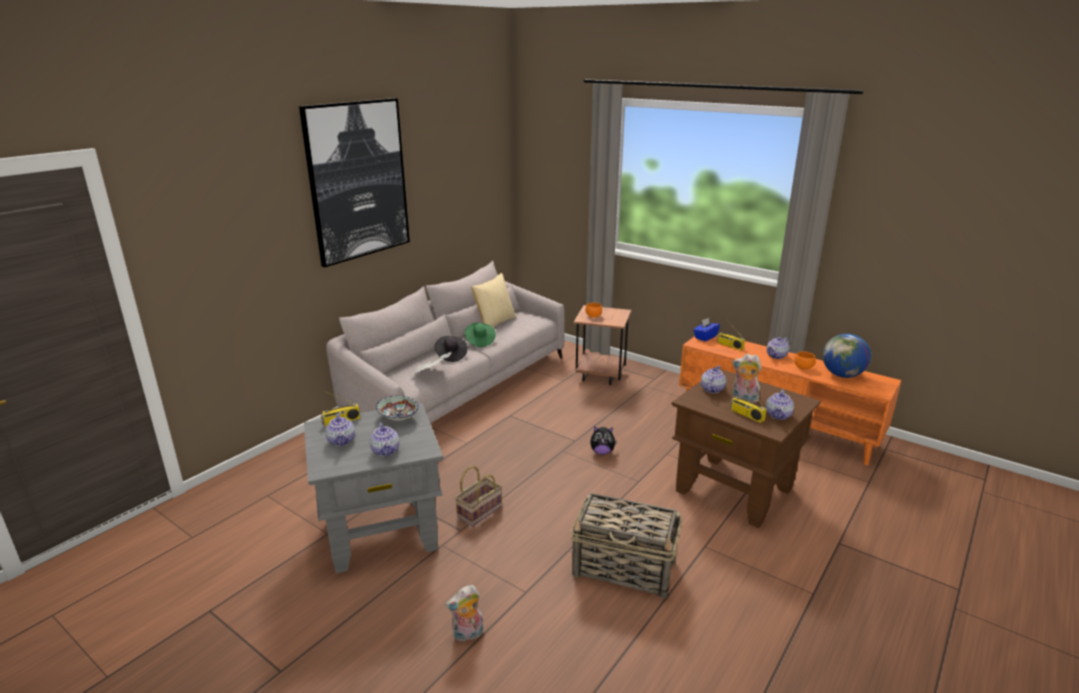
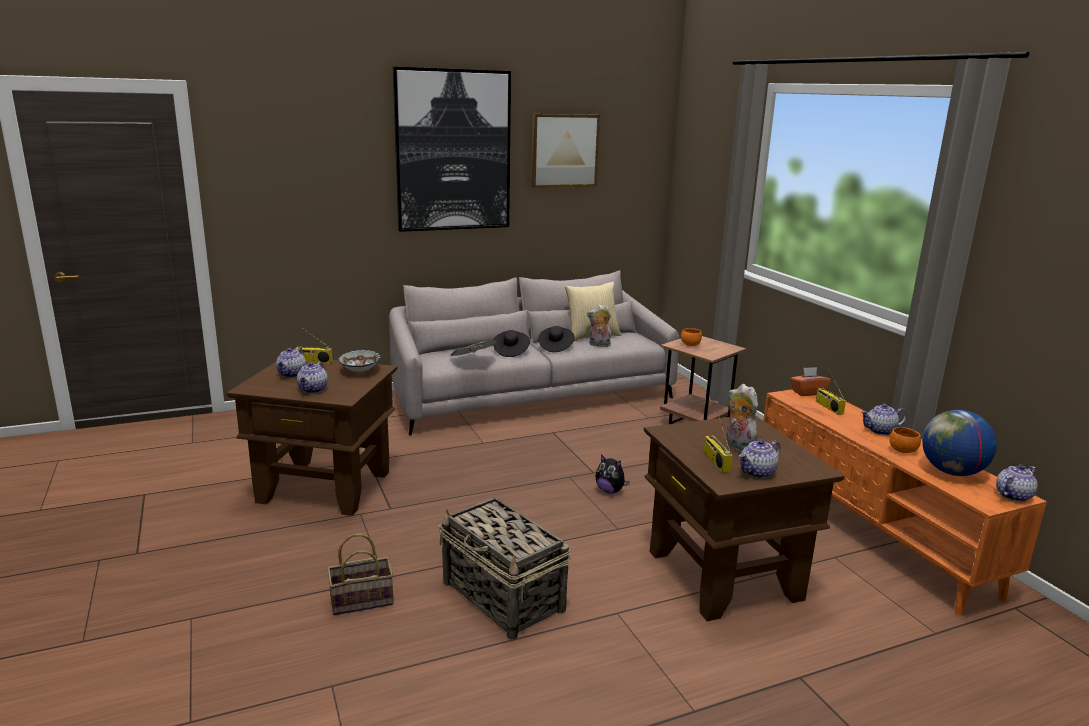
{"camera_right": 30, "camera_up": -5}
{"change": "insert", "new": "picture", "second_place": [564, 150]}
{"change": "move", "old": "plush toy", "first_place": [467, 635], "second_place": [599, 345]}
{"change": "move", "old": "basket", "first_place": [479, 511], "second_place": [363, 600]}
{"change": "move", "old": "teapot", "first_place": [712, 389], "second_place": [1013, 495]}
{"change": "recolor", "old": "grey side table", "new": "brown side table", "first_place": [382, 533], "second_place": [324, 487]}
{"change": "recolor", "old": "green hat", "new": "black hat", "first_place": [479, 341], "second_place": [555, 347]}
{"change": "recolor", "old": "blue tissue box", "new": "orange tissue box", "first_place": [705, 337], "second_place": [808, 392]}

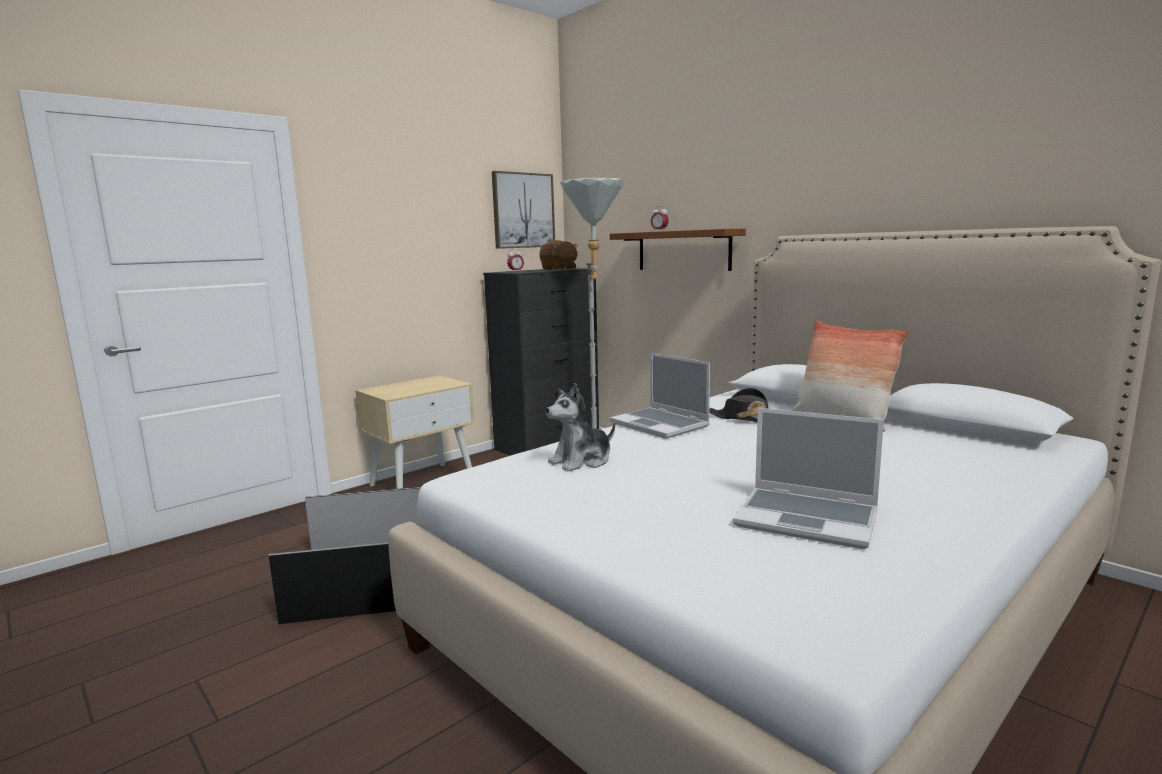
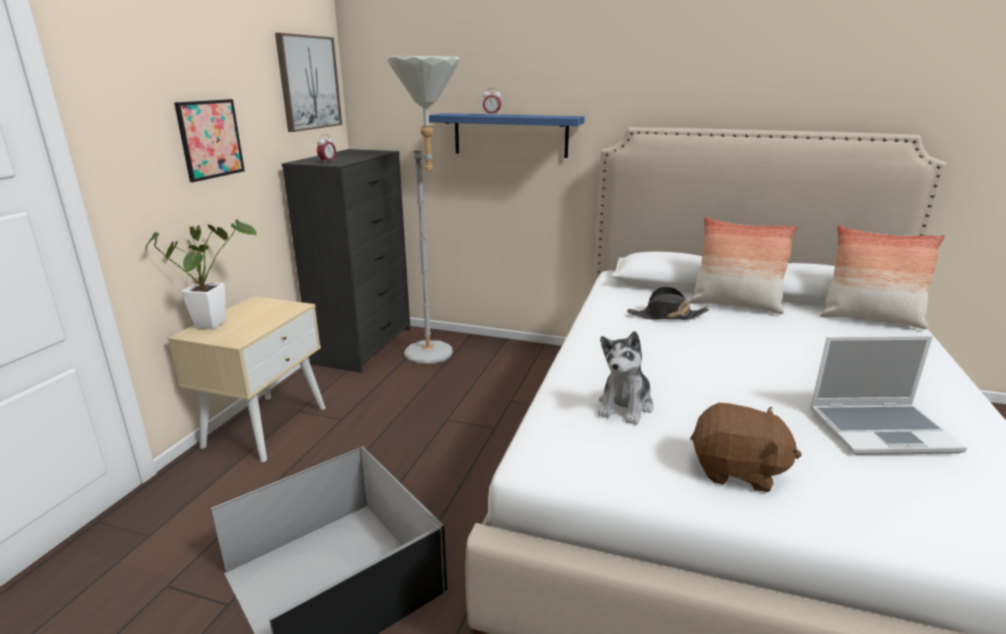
{"camera_right": -30, "camera_up": 10}
{"change": "delete", "old": "laptop", "first_place": [661, 425]}
{"change": "insert", "new": "potted plant", "second_place": [215, 323]}
{"change": "insert", "new": "picture", "second_place": [210, 139]}
{"change": "insert", "new": "pillow", "second_place": [870, 319]}
{"change": "move", "old": "brown plush toy", "first_place": [559, 269], "second_place": [737, 471]}
{"change": "recolor", "old": "brown shelf", "new": "blue shelf", "first_place": [683, 250], "second_place": [510, 135]}

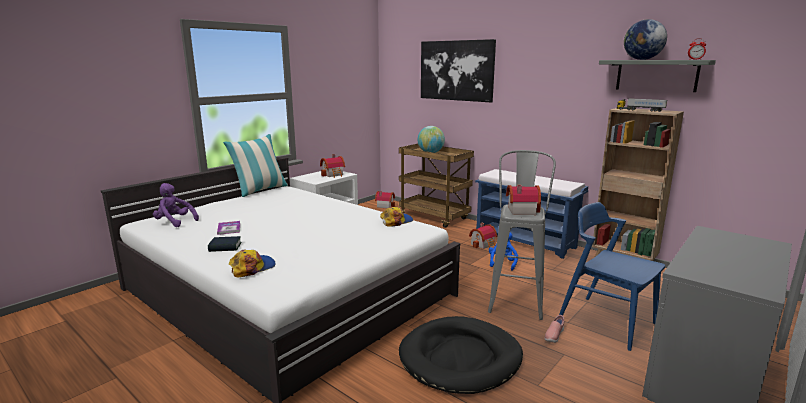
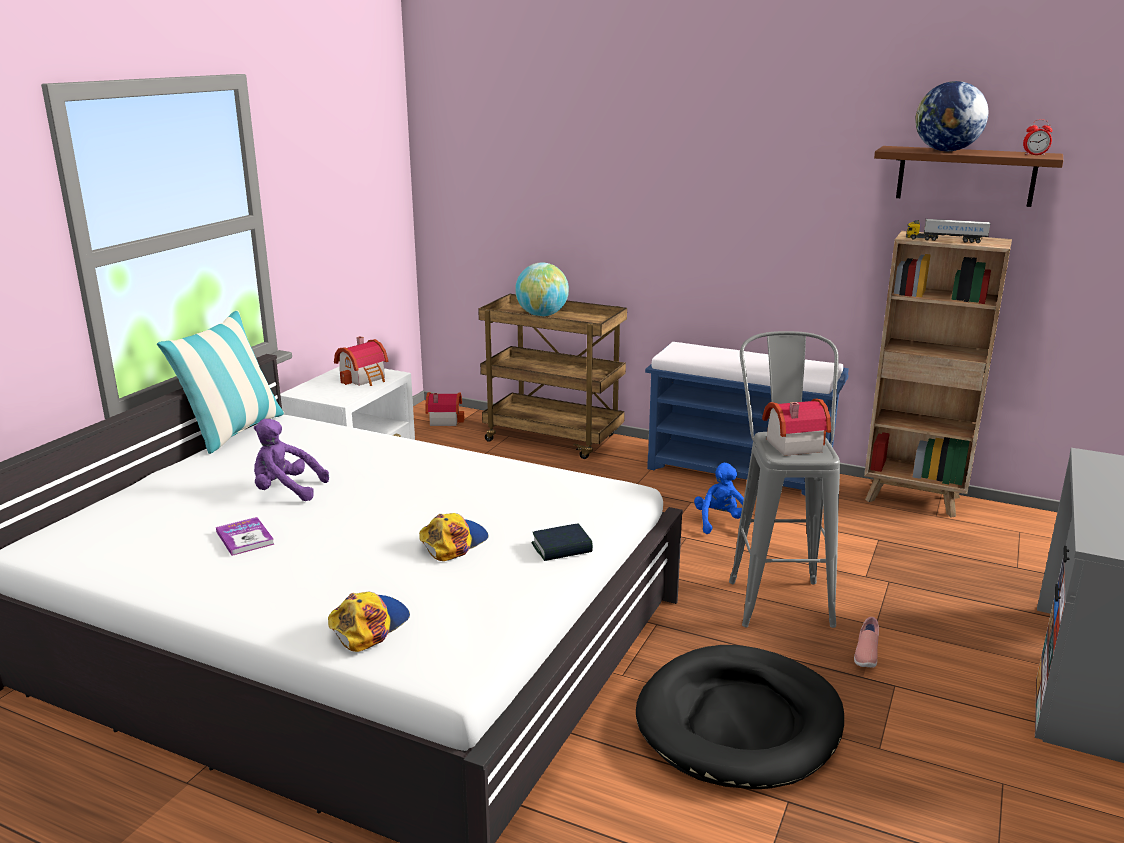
{"camera_right": -15, "camera_up": 5}
{"change": "delete", "old": "picture", "first_place": [456, 70]}
{"change": "delete", "old": "toy house", "first_place": [484, 244]}
{"change": "delete", "old": "blue chair", "first_place": [606, 322]}
{"change": "move", "old": "purple plush toy", "first_place": [174, 222], "second_place": [286, 491]}
{"change": "move", "old": "book", "first_place": [225, 247], "second_place": [562, 548]}
{"change": "move", "old": "cap", "first_place": [396, 221], "second_place": [453, 542]}
{"change": "recolor", "old": "grey shelf", "new": "brown shelf", "first_place": [656, 75], "second_place": [965, 176]}

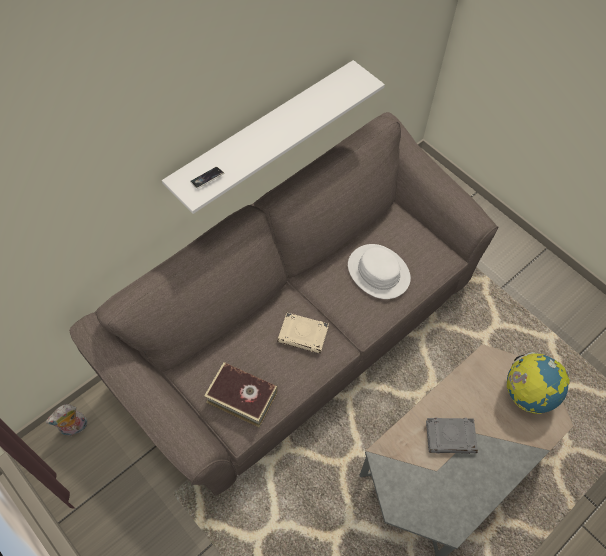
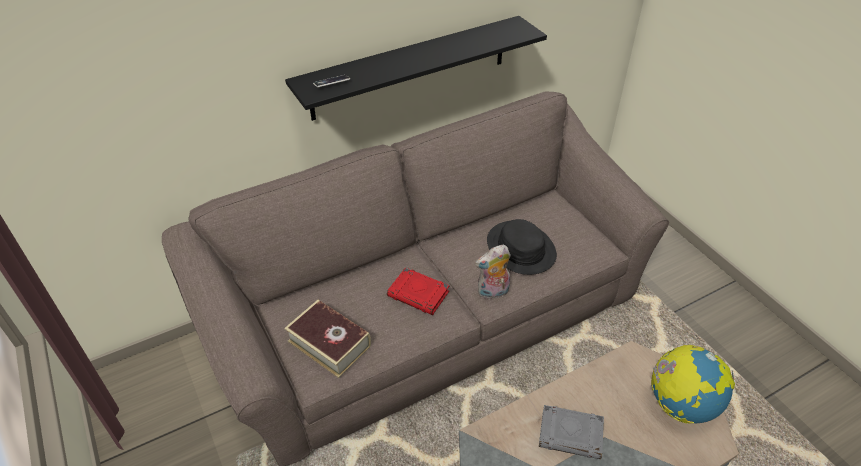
{"camera_right": 15, "camera_up": -15}
{"change": "move", "old": "plush toy", "first_place": [74, 428], "second_place": [492, 293]}
{"change": "recolor", "old": "white shelf", "new": "black shelf", "first_place": [264, 132], "second_place": [410, 68]}
{"change": "recolor", "old": "beige book", "new": "red book", "first_place": [303, 335], "second_place": [419, 294]}
{"change": "recolor", "old": "white hat", "new": "black hat", "first_place": [378, 272], "second_place": [520, 248]}

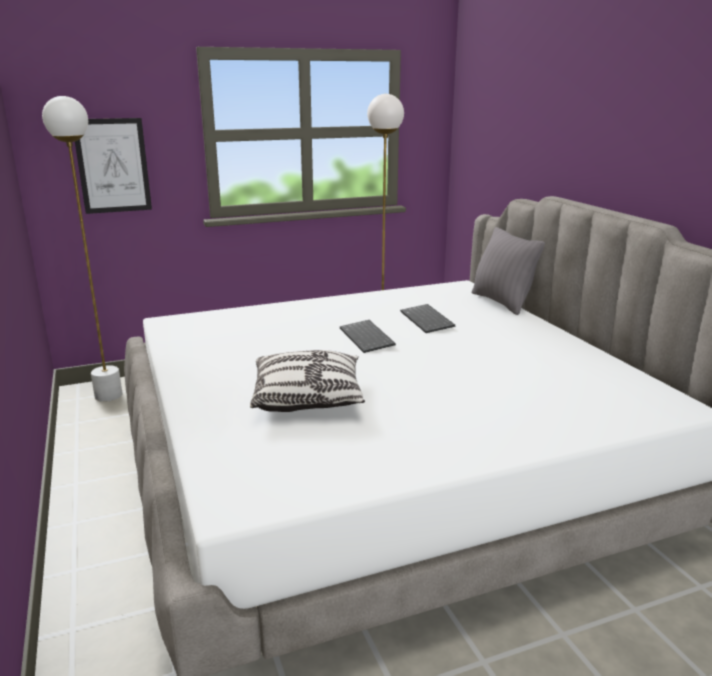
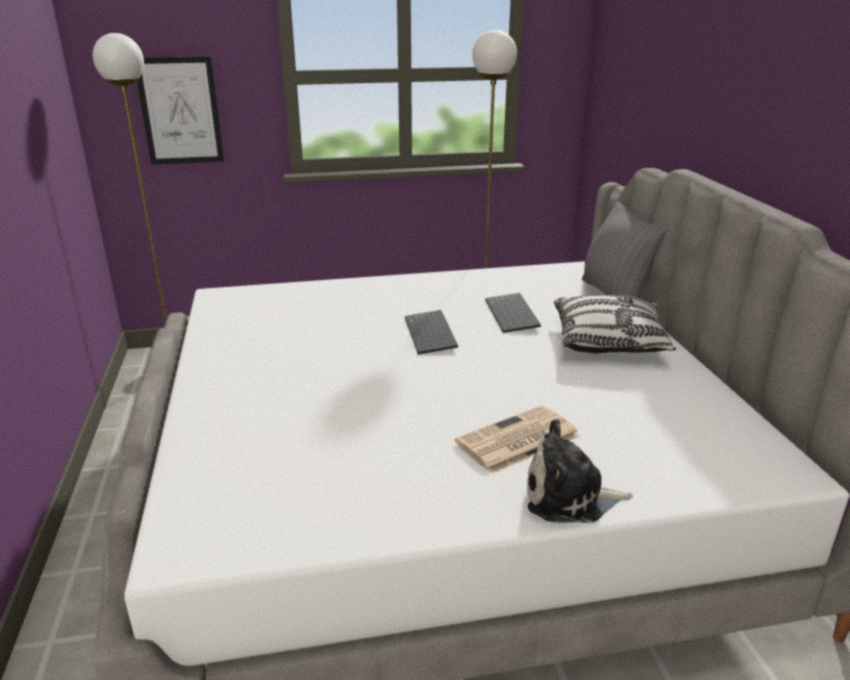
{"camera_right": 10, "camera_up": 5}
{"change": "insert", "new": "newspaper", "second_place": [517, 440]}
{"change": "insert", "new": "plush toy", "second_place": [569, 497]}
{"change": "move", "old": "pillow", "first_place": [308, 398], "second_place": [609, 342]}

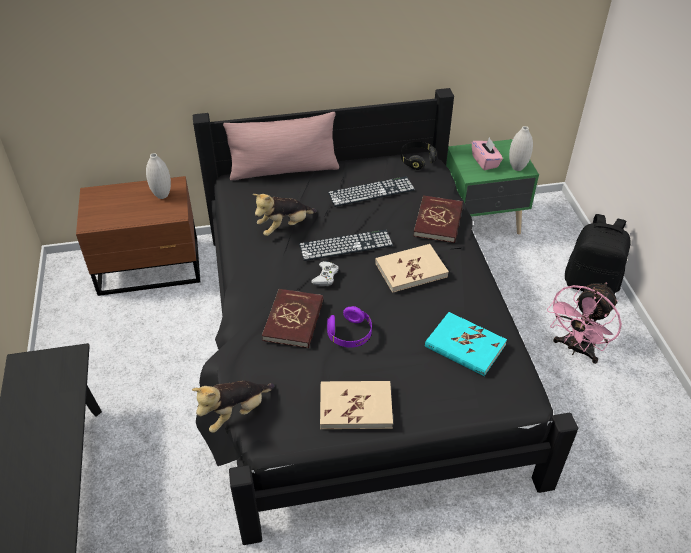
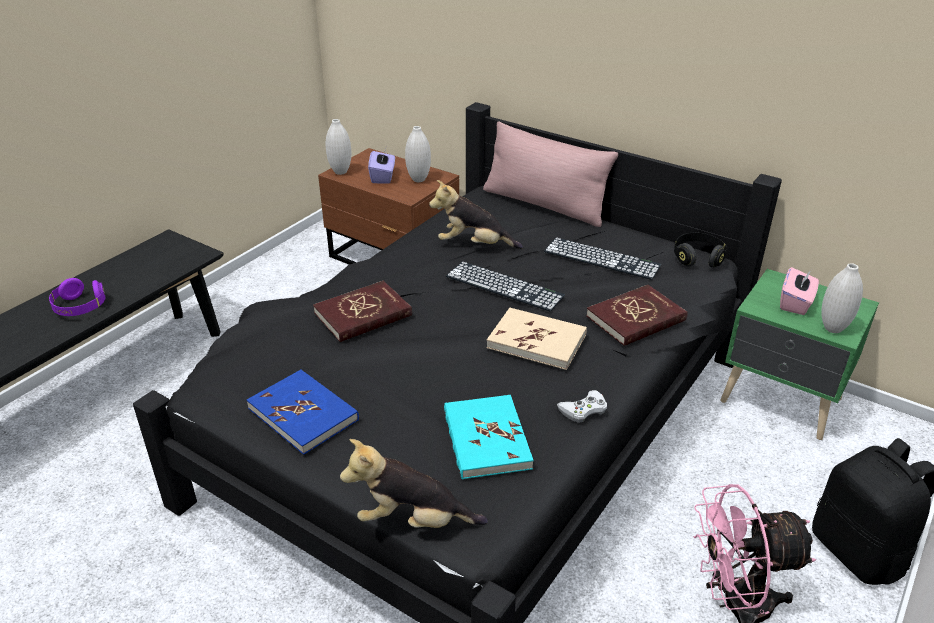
{"camera_right": 45, "camera_up": -10}
{"change": "insert", "new": "white vase", "second_place": [340, 172]}
{"change": "insert", "new": "purple tissue box", "second_place": [383, 177]}
{"change": "move", "old": "plush toy", "first_place": [235, 413], "second_place": [413, 520]}
{"change": "move", "old": "white game controller", "first_place": [325, 276], "second_place": [583, 410]}
{"change": "move", "old": "purple headphones", "first_place": [350, 334], "second_place": [80, 307]}
{"change": "recolor", "old": "beige book", "new": "blue book", "first_place": [355, 406], "second_place": [303, 414]}

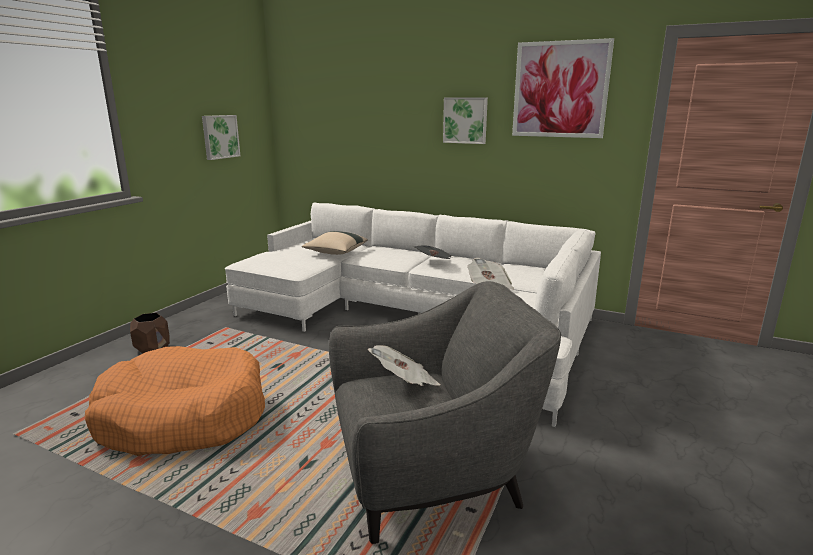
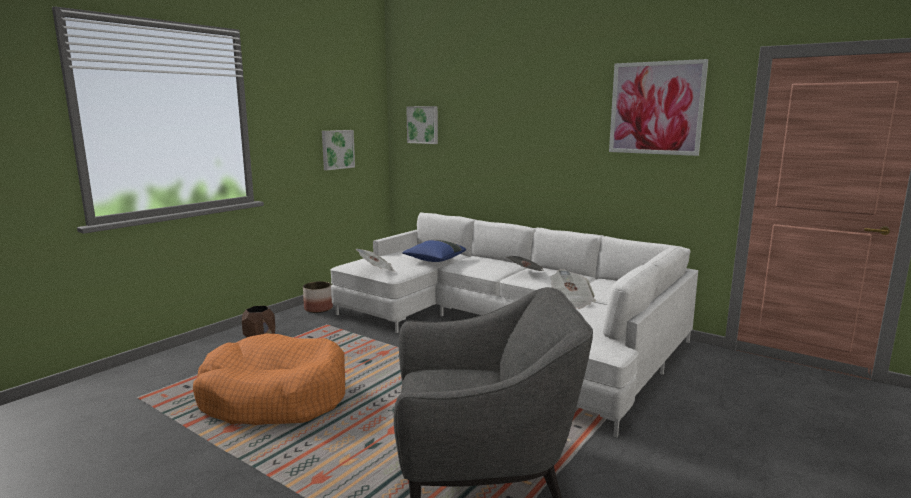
{"camera_right": 10, "camera_up": -5}
{"change": "insert", "new": "planter", "second_place": [318, 308]}
{"change": "move", "old": "newspaper", "first_place": [404, 382], "second_place": [376, 270]}
{"change": "move", "old": "picture", "first_place": [465, 120], "second_place": [423, 125]}
{"change": "recolor", "old": "beige pillow", "new": "blue pillow", "first_place": [335, 253], "second_place": [434, 260]}

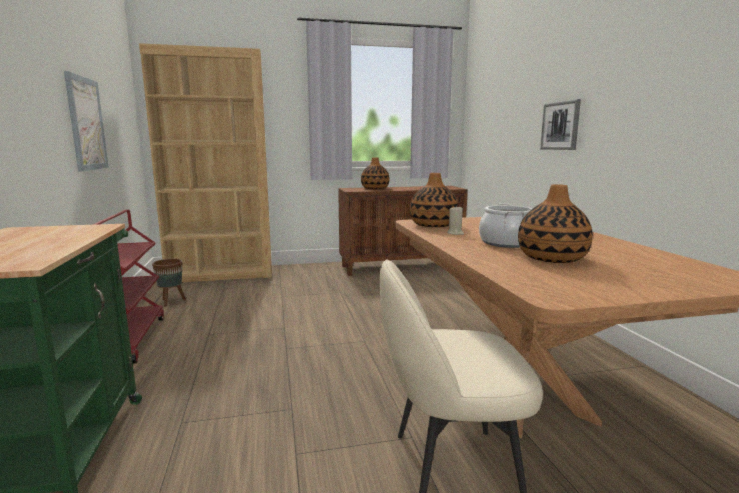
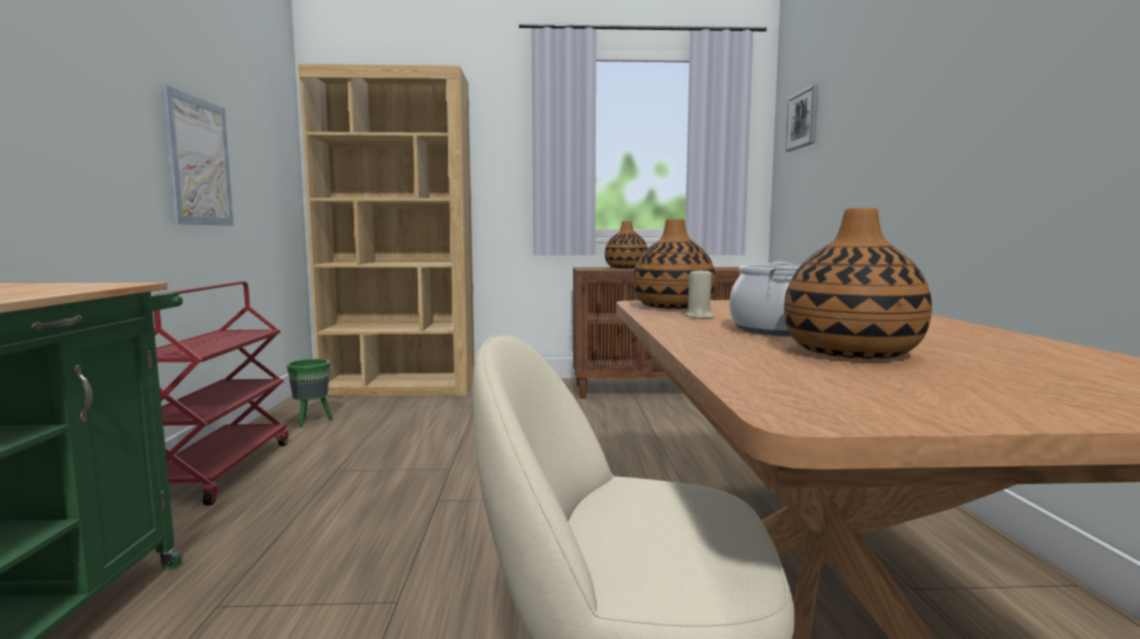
{"camera_right": 10, "camera_up": -5}
{"change": "move", "old": "picture", "first_place": [560, 125], "second_place": [803, 119]}
{"change": "recolor", "old": "brown planter", "new": "green planter", "first_place": [171, 302], "second_place": [312, 421]}

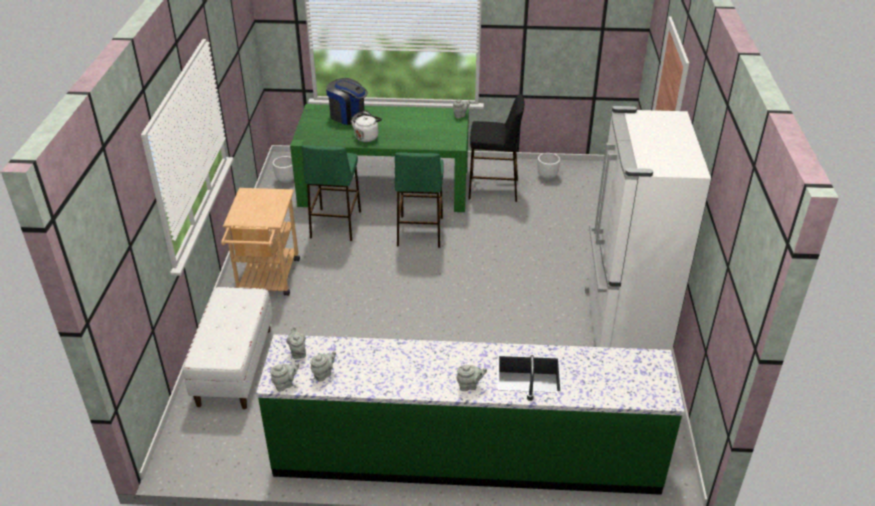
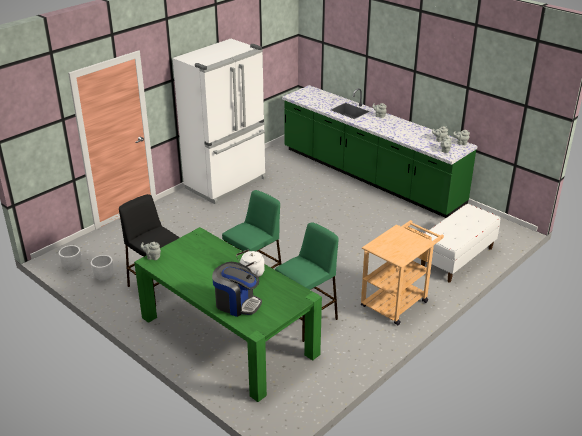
{"camera_right": -140, "camera_up": -5}
{"change": "move", "old": "white planter", "first_place": [286, 180], "second_place": [72, 267]}
{"change": "rotate", "old": "coffee machine", "first_place": [349, 116], "second_place": [237, 303], "degrees": 135}

